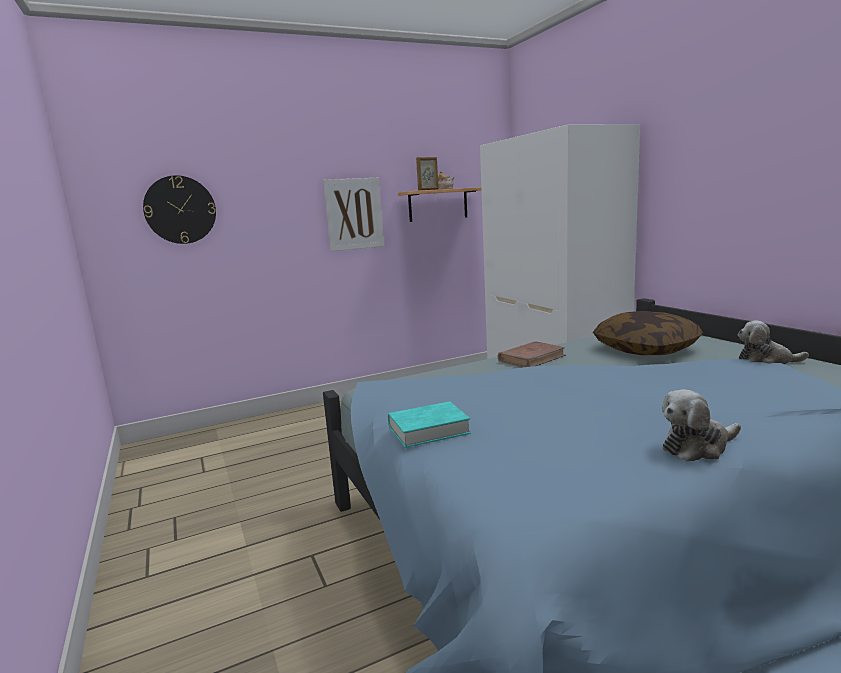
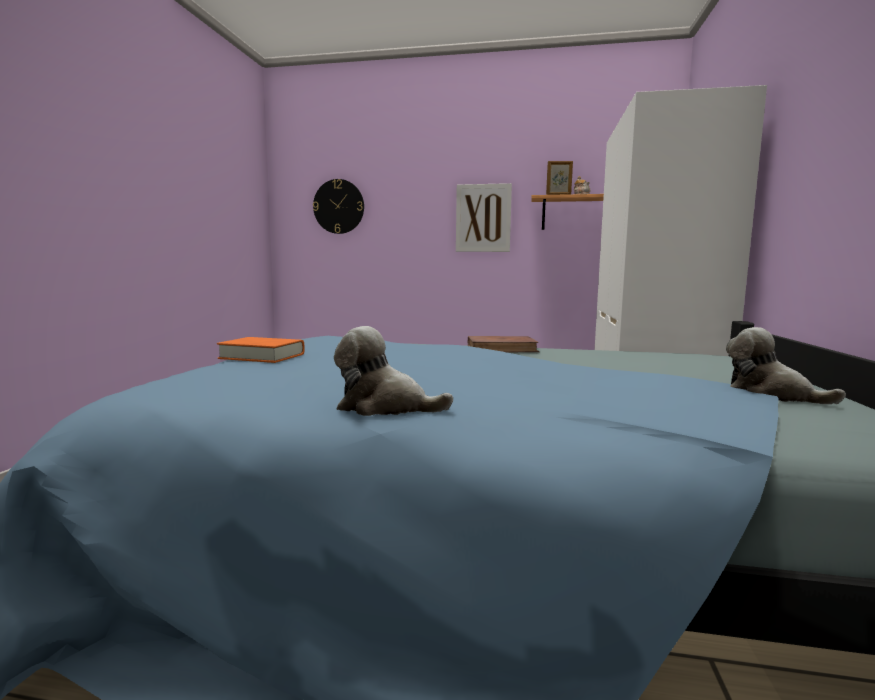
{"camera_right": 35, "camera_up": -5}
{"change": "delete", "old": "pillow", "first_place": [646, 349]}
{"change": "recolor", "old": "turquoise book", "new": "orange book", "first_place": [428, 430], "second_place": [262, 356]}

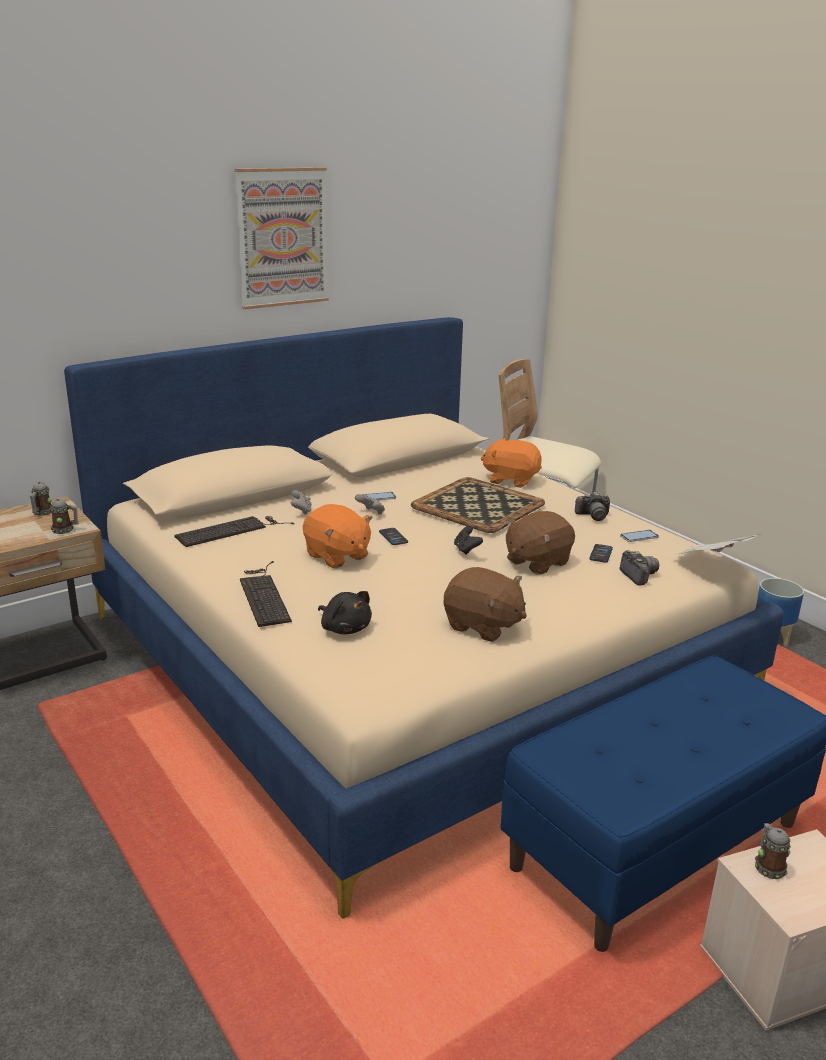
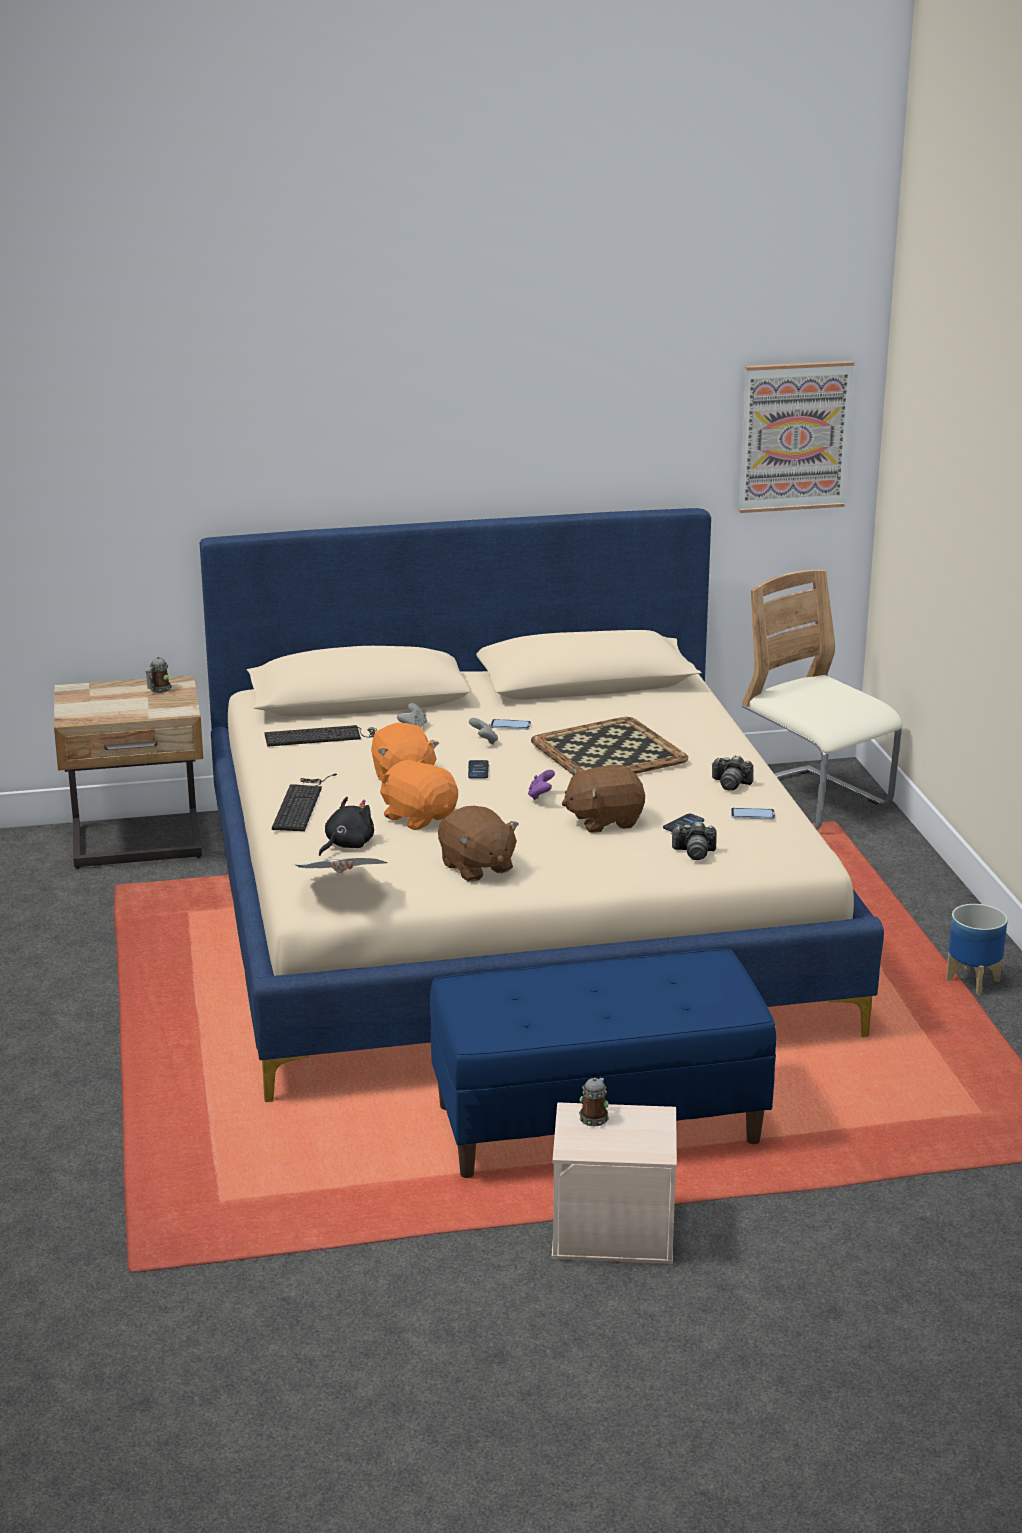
{"camera_right": 25, "camera_up": 0}
{"change": "delete", "old": "mug", "first_place": [65, 530]}
{"change": "move", "old": "picture", "first_place": [282, 237], "second_place": [794, 436]}
{"change": "move", "old": "orange plush toy", "first_place": [511, 480], "second_place": [419, 817]}
{"change": "move", "old": "newspaper", "first_place": [712, 564], "second_place": [341, 887]}
{"change": "recolor", "old": "black game controller", "new": "purple game controller", "first_place": [466, 550], "second_place": [541, 795]}
{"change": "rotate", "old": "black plush toy", "first_place": [345, 628], "second_place": [347, 845], "degrees": -120}
{"change": "rotate", "old": "photo camera", "first_place": [638, 576], "second_place": [694, 852], "degrees": 90}

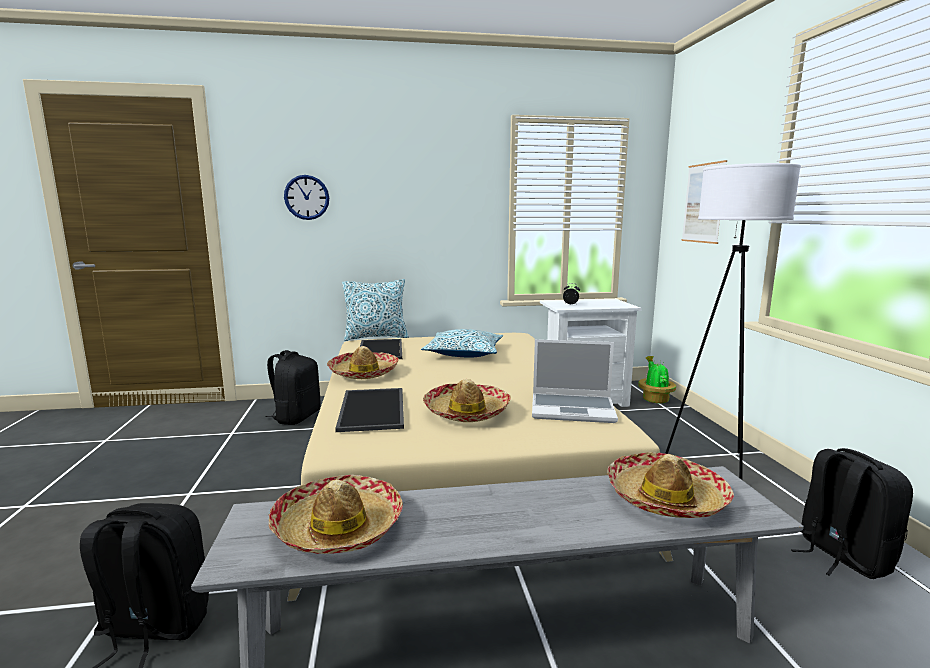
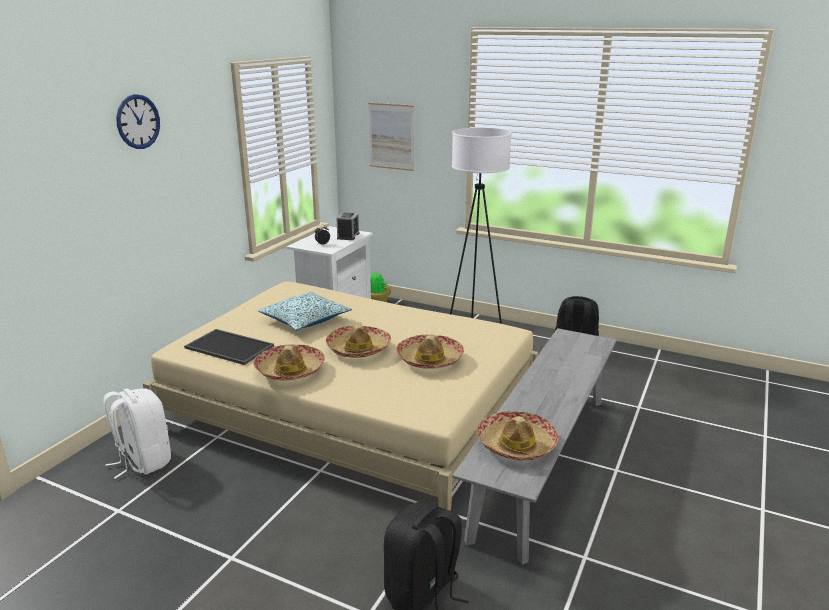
{"camera_right": -55, "camera_up": 10}
{"change": "delete", "old": "tray", "first_place": [374, 409]}
{"change": "delete", "old": "pillow", "first_place": [376, 337]}
{"change": "delete", "old": "laptop", "first_place": [573, 409]}
{"change": "insert", "new": "alarm clock", "second_place": [348, 236]}
{"change": "move", "old": "wall clock", "first_place": [306, 197], "second_place": [138, 121]}
{"change": "move", "old": "hat", "first_place": [666, 498], "second_place": [358, 349]}
{"change": "recolor", "old": "black backpack", "new": "white backpack", "first_place": [296, 417], "second_place": [143, 461]}

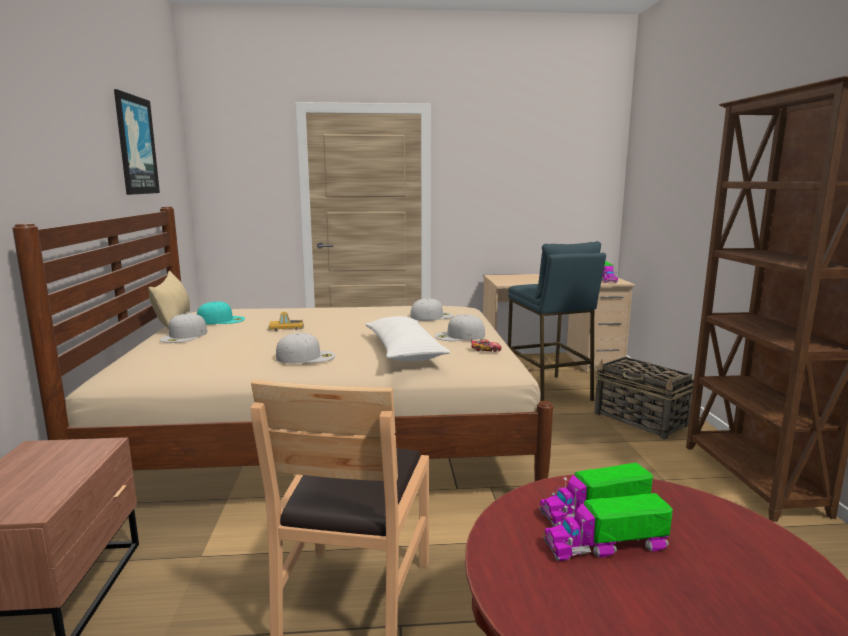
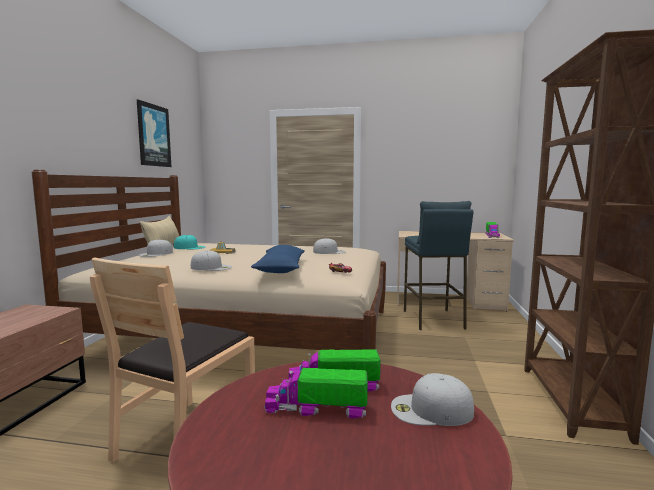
{"camera_right": 15, "camera_up": -5}
{"change": "delete", "old": "basket", "first_place": [641, 420]}
{"change": "move", "old": "white cap", "first_place": [459, 336], "second_place": [431, 410]}
{"change": "recolor", "old": "white pillow", "new": "blue pillow", "first_place": [404, 351], "second_place": [281, 268]}

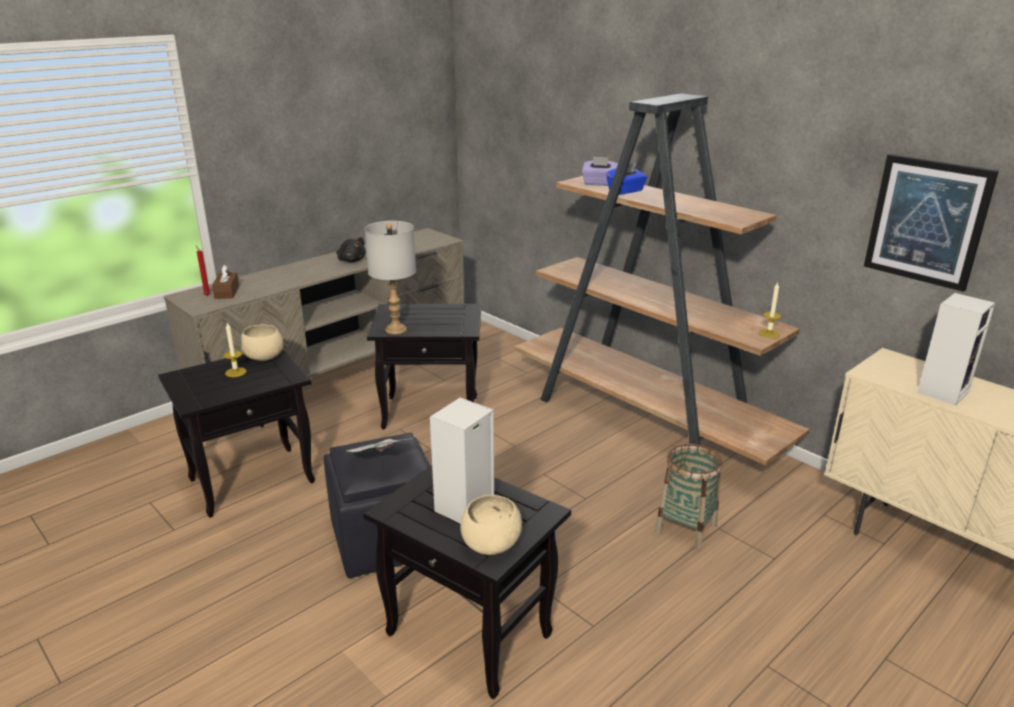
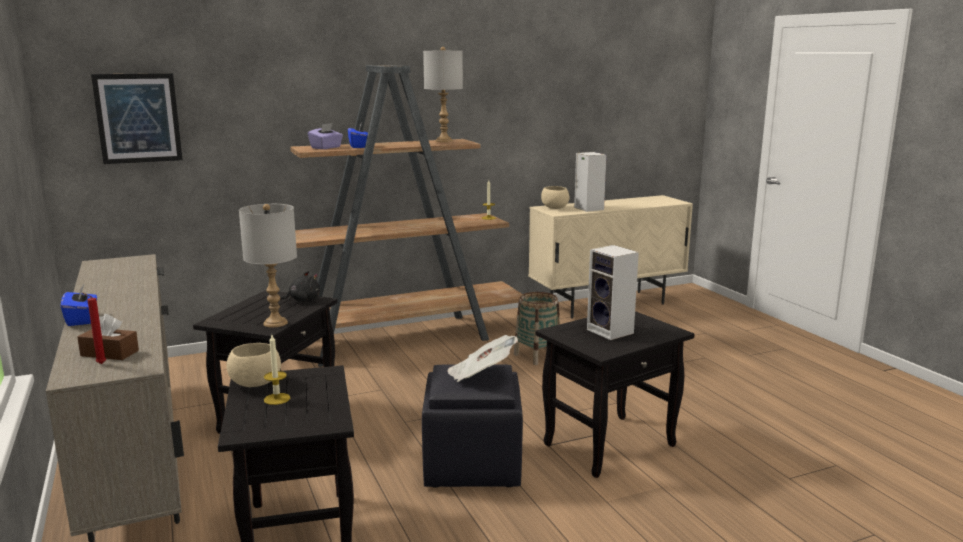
{"camera_right": -70, "camera_up": -10}
{"change": "insert", "new": "blue tissue box", "second_place": [82, 319]}
{"change": "insert", "new": "grey table lamp", "second_place": [444, 141]}
{"change": "move", "old": "black plush toy", "first_place": [351, 260], "second_place": [302, 300]}
{"change": "move", "old": "beige bowl", "first_place": [490, 544], "second_place": [554, 208]}
{"change": "move", "old": "picture", "first_place": [927, 221], "second_place": [138, 118]}

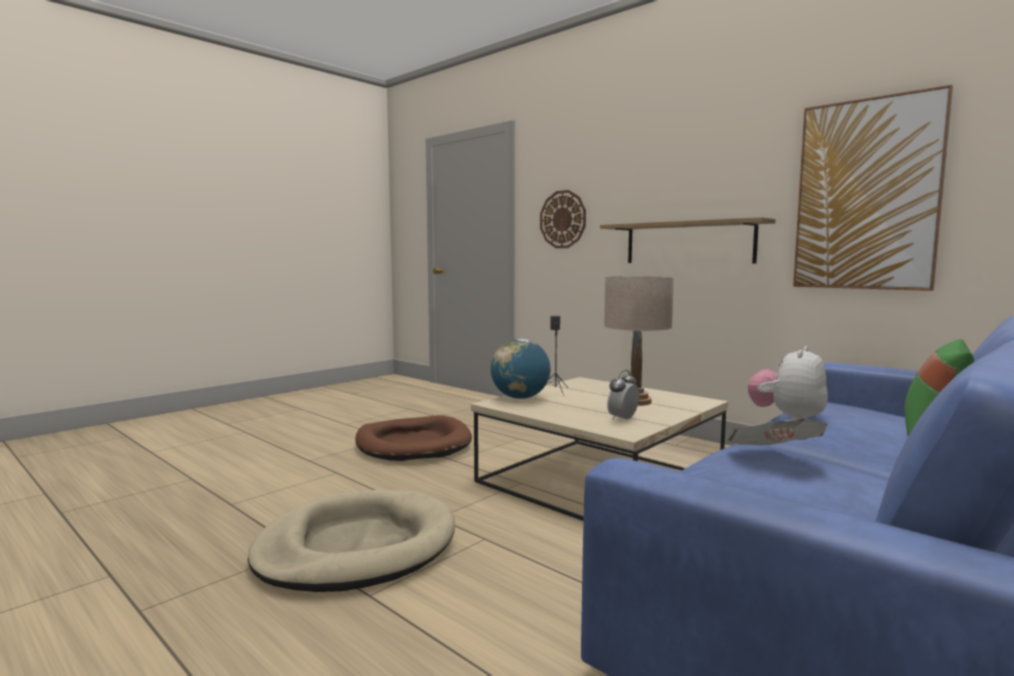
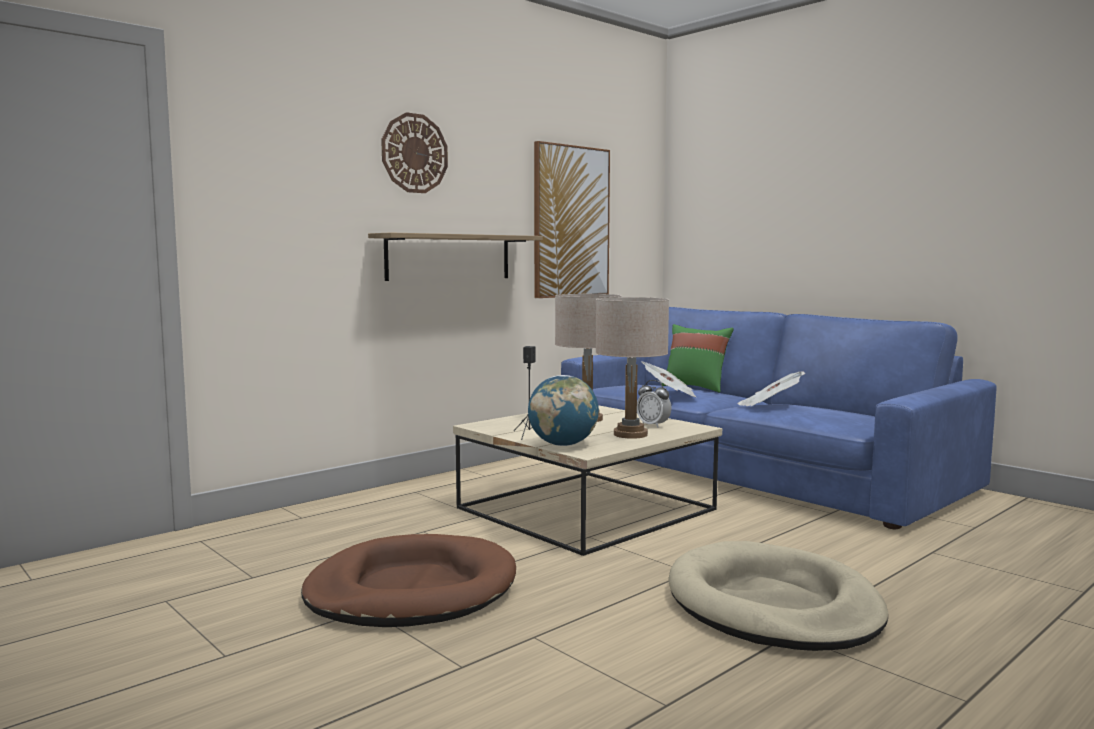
{"camera_right": -85, "camera_up": 0}
{"change": "insert", "new": "beige table lamp", "second_place": [630, 434]}
{"change": "move", "old": "wall clock", "first_place": [563, 219], "second_place": [414, 153]}
{"change": "replace", "old": "plush toy", "new": "newspaper", "first_place": [787, 418], "second_place": [669, 395]}

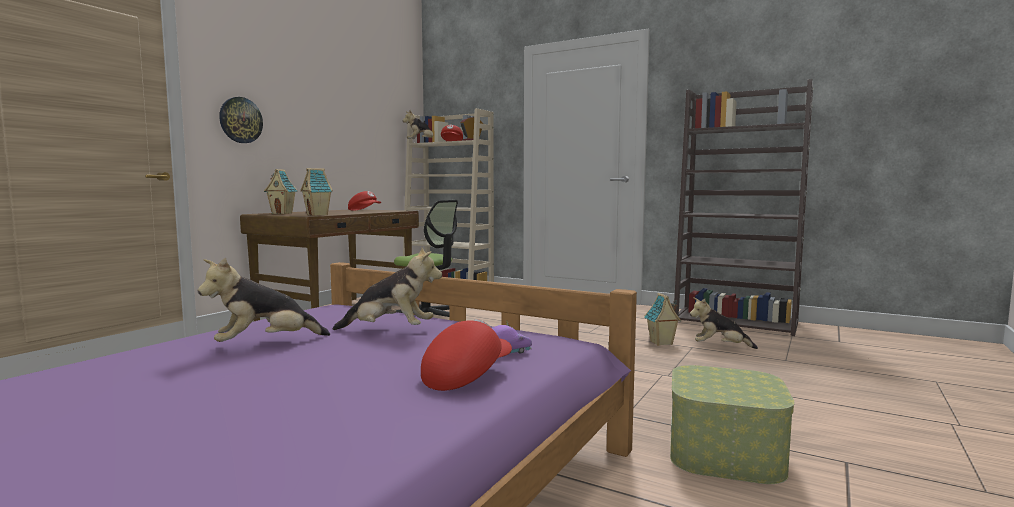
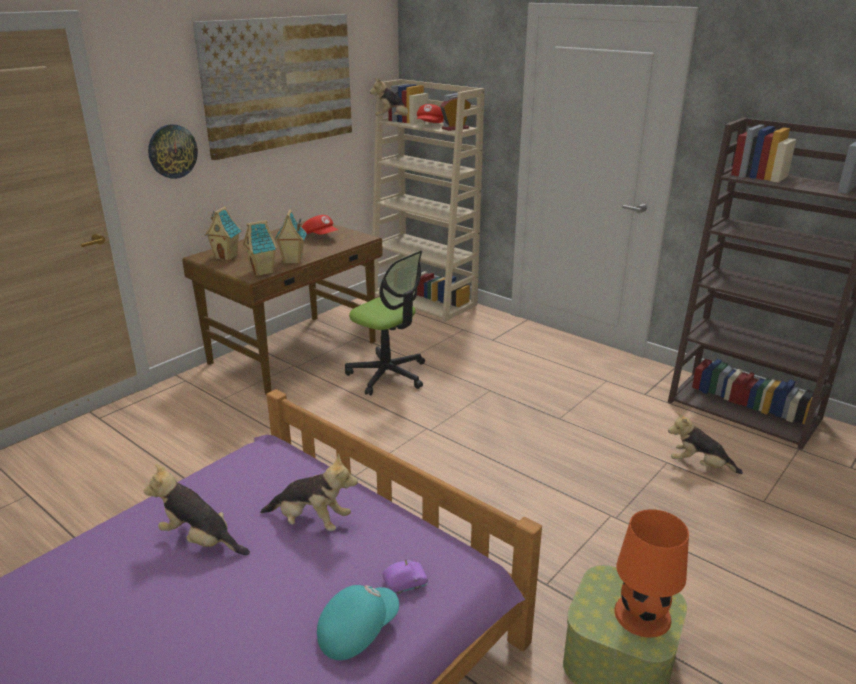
{"camera_right": 10, "camera_up": 20}
{"change": "insert", "new": "picture", "second_place": [279, 83]}
{"change": "insert", "new": "orange table lamp", "second_place": [643, 615]}
{"change": "move", "old": "toy house", "first_place": [661, 343], "second_place": [292, 261]}
{"change": "recolor", "old": "red cap", "new": "turquoise cap", "first_place": [466, 376], "second_place": [357, 630]}
{"change": "rotate", "old": "plush toy", "first_place": [265, 344], "second_place": [200, 540], "degrees": 45}

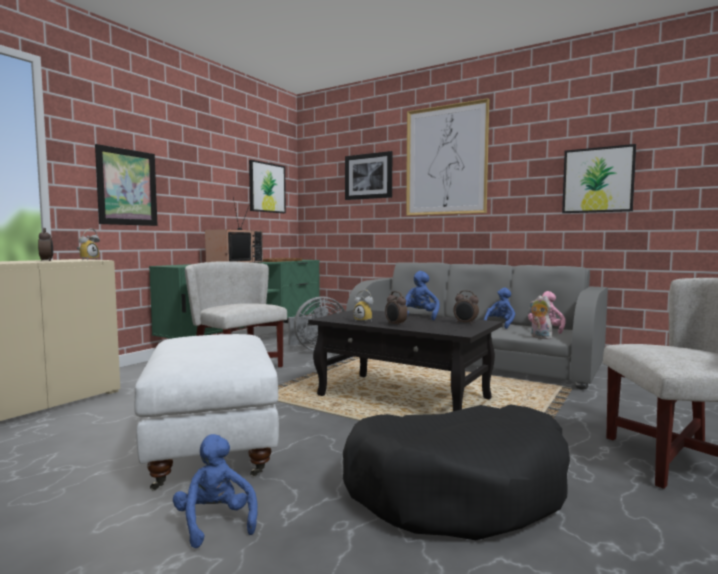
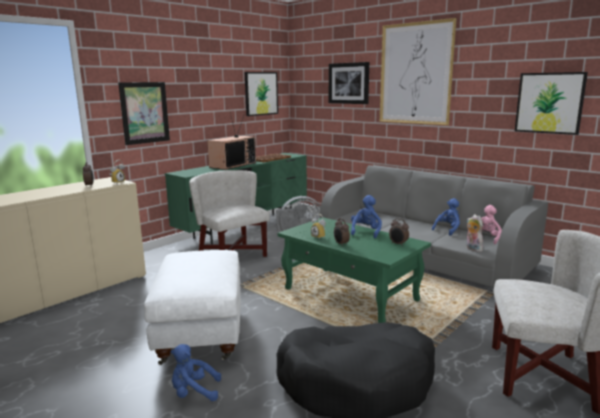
{"camera_right": 10, "camera_up": 10}
{"change": "recolor", "old": "black coffee table", "new": "green coffee table", "first_place": [404, 397], "second_place": [351, 295]}
{"change": "rotate", "old": "blue plush toy", "first_place": [215, 522], "second_place": [194, 392], "degrees": -75}

